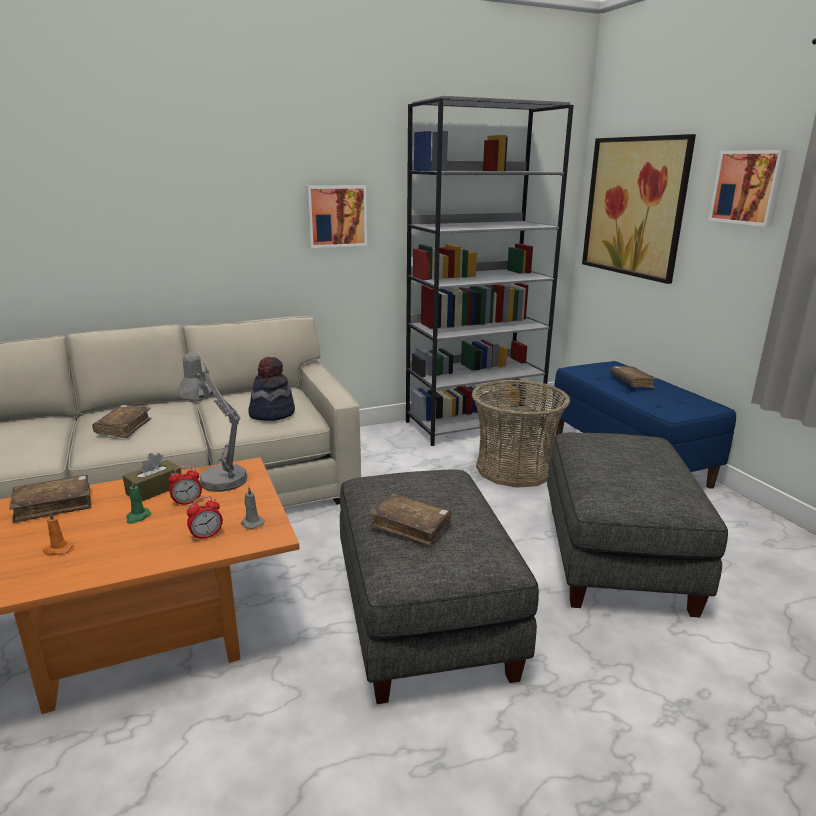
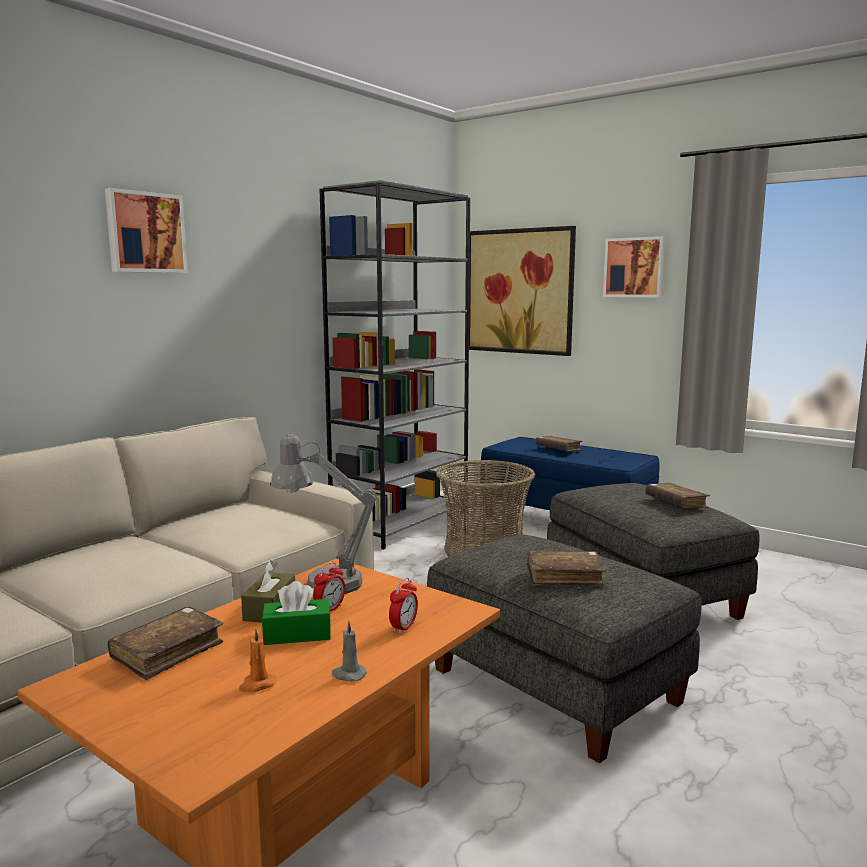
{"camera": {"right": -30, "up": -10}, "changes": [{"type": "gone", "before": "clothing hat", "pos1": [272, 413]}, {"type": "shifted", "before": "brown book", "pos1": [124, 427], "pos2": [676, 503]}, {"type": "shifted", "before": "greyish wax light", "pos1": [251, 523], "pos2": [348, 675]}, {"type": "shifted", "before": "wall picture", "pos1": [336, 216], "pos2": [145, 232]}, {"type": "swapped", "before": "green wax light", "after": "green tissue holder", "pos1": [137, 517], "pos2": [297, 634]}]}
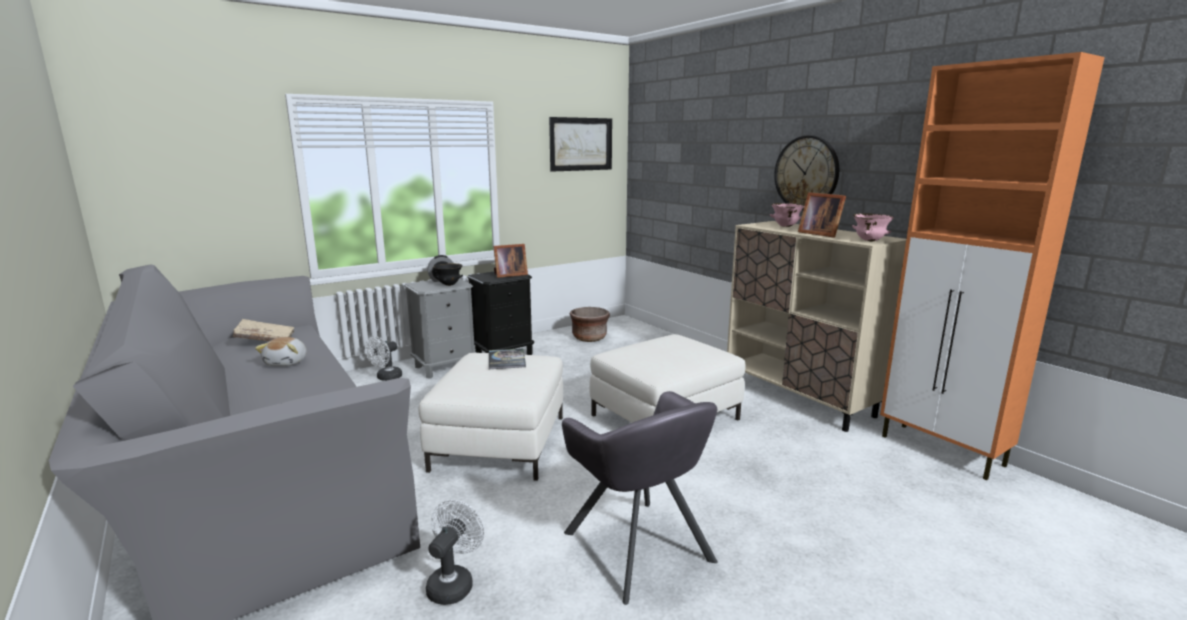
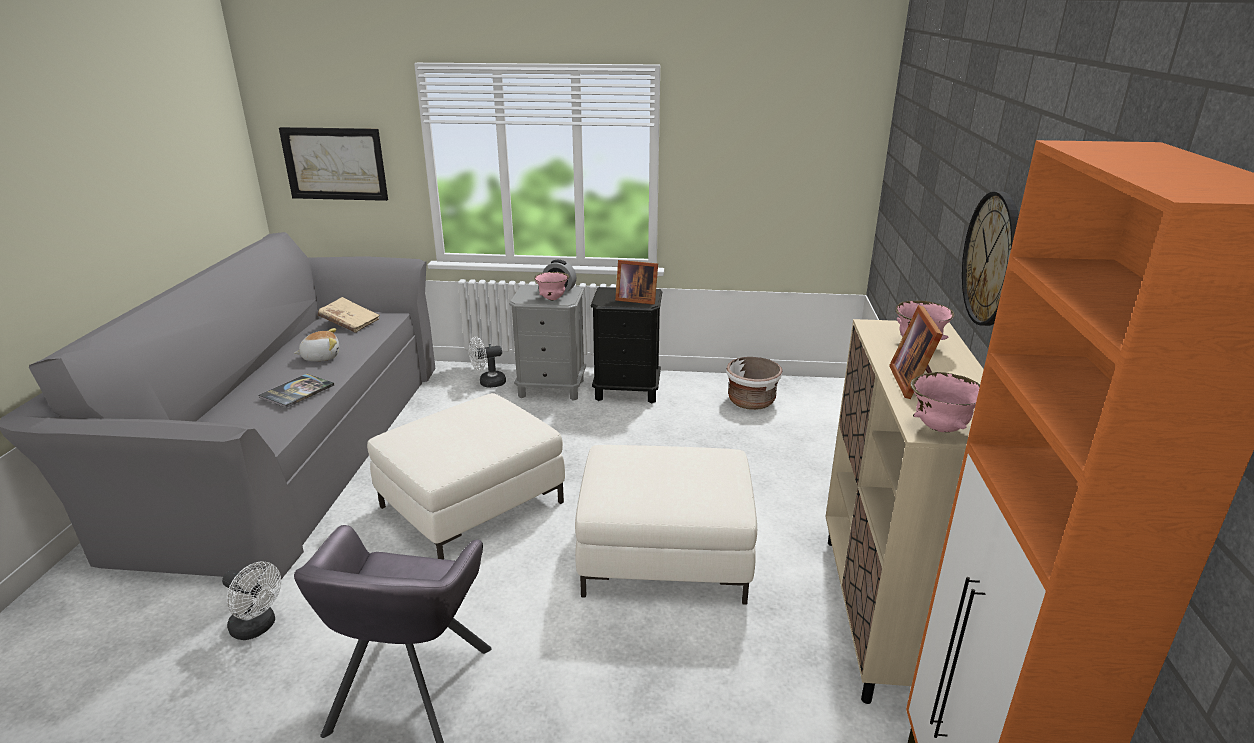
{"camera": {"right": 40, "up": 10}, "changes": [{"type": "shifted", "before": "book", "pos1": [506, 360], "pos2": [297, 391]}, {"type": "shifted", "before": "wall picture", "pos1": [581, 144], "pos2": [335, 163]}, {"type": "repainted", "before": "blackish deep dish", "after": "pink deep dish", "pos1": [449, 285], "pos2": [552, 299]}, {"type": "repainted", "before": "brown plant pot", "after": "whitish plant pot", "pos1": [589, 338], "pos2": [751, 401]}, {"type": "rotated", "before": "plush toy", "pos1": [287, 362], "pos2": [321, 357], "turn": -150}, {"type": "rotated", "before": "whitish electric fan", "pos1": [453, 583], "pos2": [258, 627], "turn": 60}]}
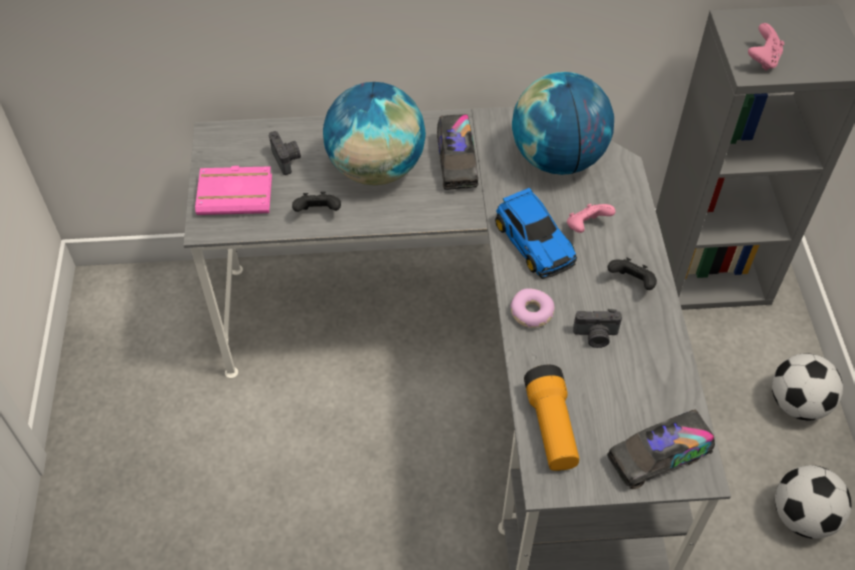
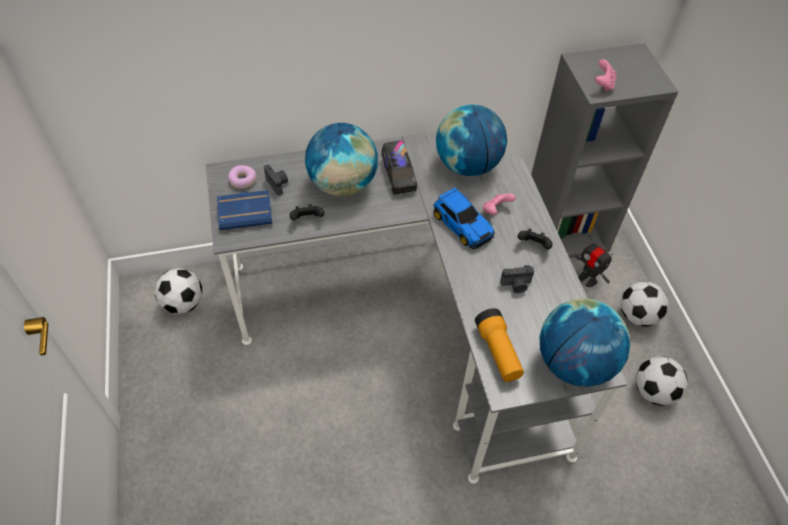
{"camera": {"right": -10, "up": 0}, "changes": [{"type": "new", "after": "football", "pos2": [183, 303]}, {"type": "new", "after": "robot figure", "pos2": [587, 279]}, {"type": "shifted", "before": "ring doughnut", "pos1": [531, 313], "pos2": [242, 180]}, {"type": "swapped", "before": "toy truck", "after": "world globe", "pos1": [658, 457], "pos2": [574, 363]}, {"type": "repainted", "before": "pink book", "after": "blue-coloured book", "pos1": [237, 194], "pos2": [246, 212]}]}
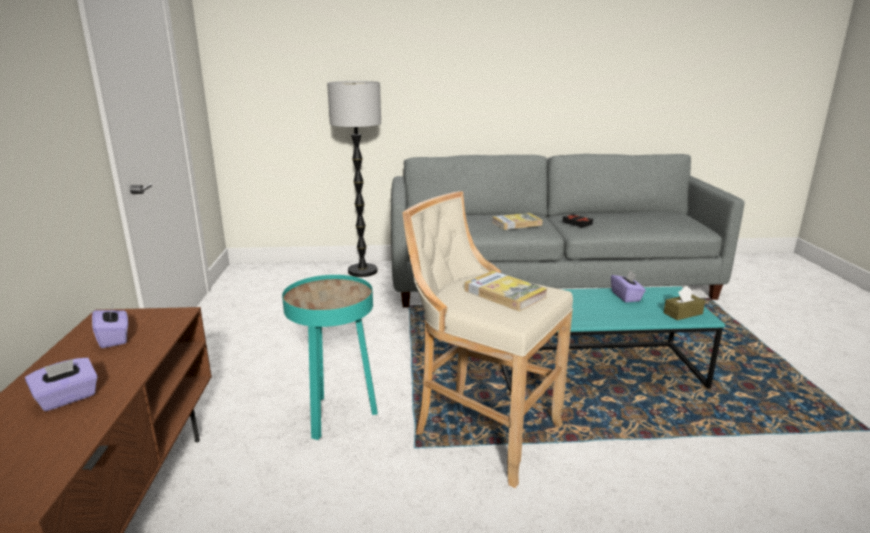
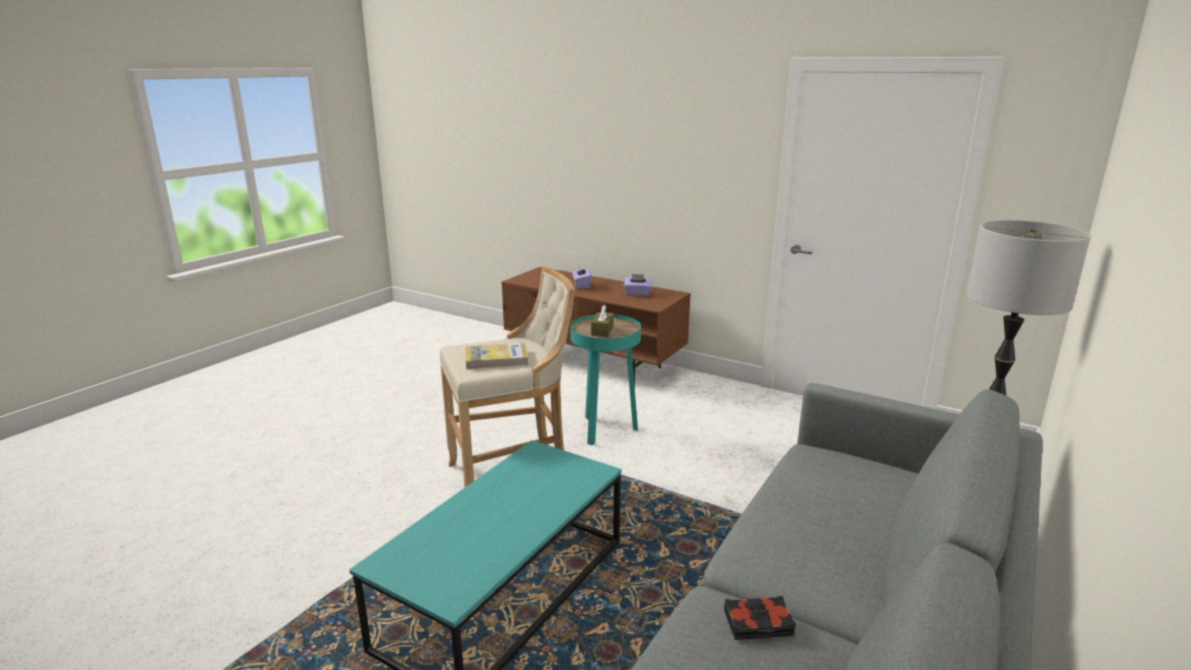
{"camera": {"right": 125, "up": 0}, "changes": [{"type": "gone", "before": "book", "pos1": [516, 223]}, {"type": "gone", "before": "purple tissue holder", "pos1": [626, 296]}, {"type": "shifted", "before": "brown tissue holder", "pos1": [683, 313], "pos2": [602, 330]}]}
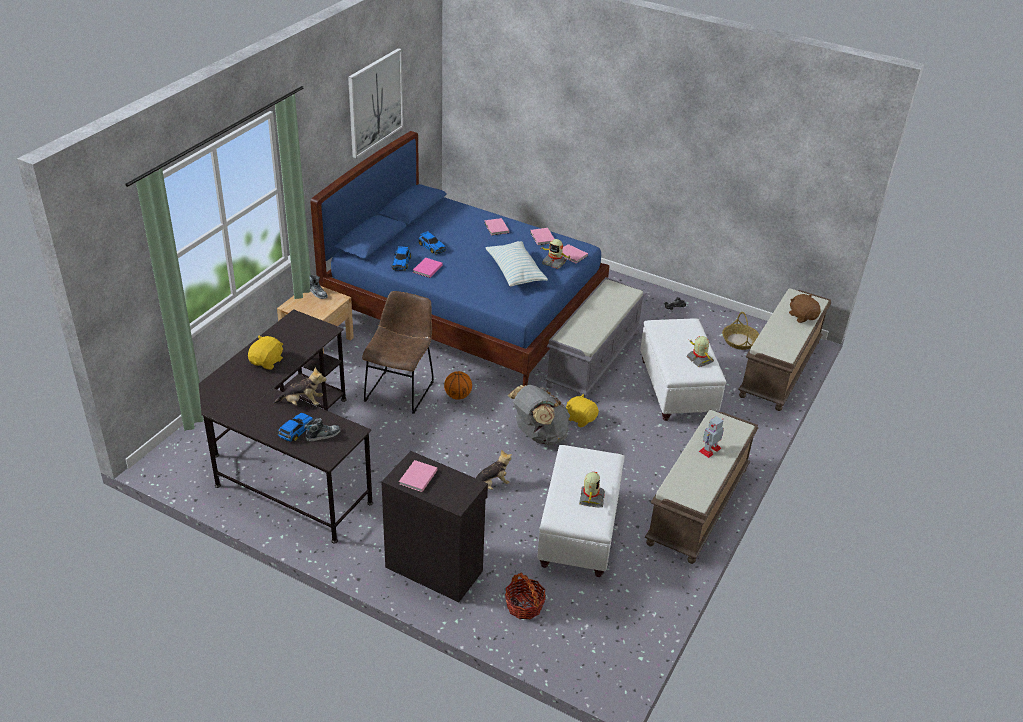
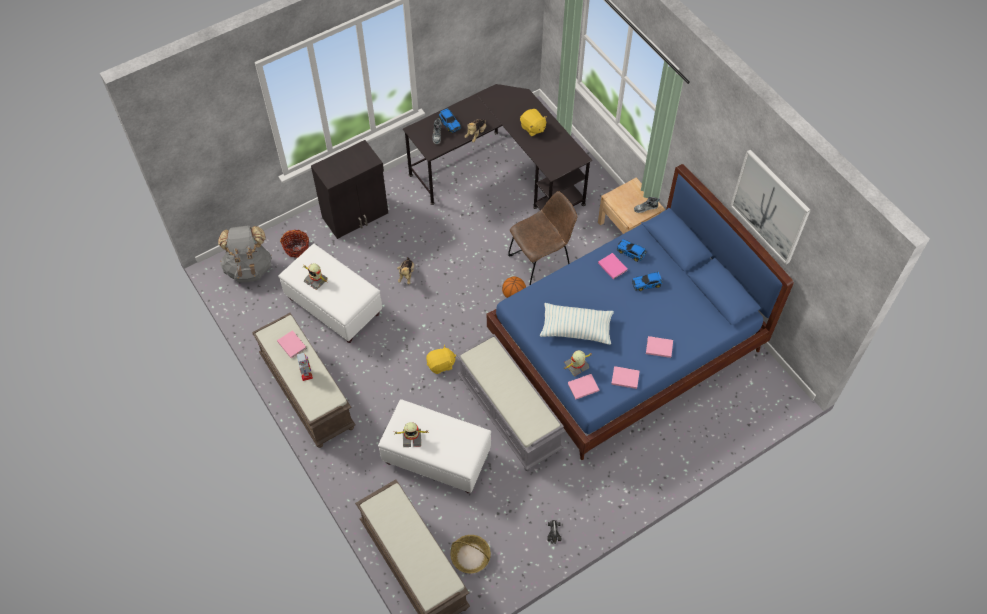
{"camera": {"right": 120, "up": 20}, "changes": [{"type": "gone", "before": "brown plush toy", "pos1": [802, 316]}, {"type": "shifted", "before": "pink book", "pos1": [417, 478], "pos2": [292, 344]}, {"type": "shifted", "before": "greyish backpack", "pos1": [538, 435], "pos2": [249, 268]}, {"type": "rotated", "before": "brown upright chair", "pos1": [401, 389], "pos2": [541, 261], "turn": -75}]}
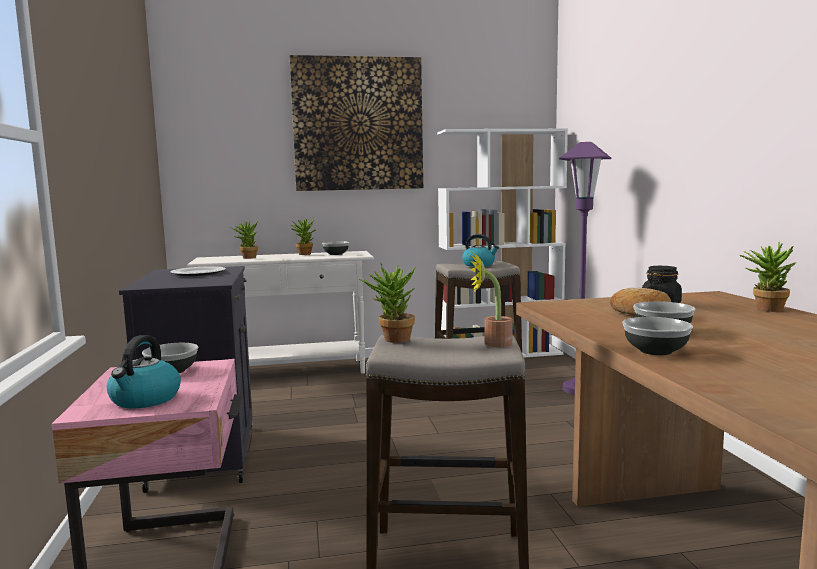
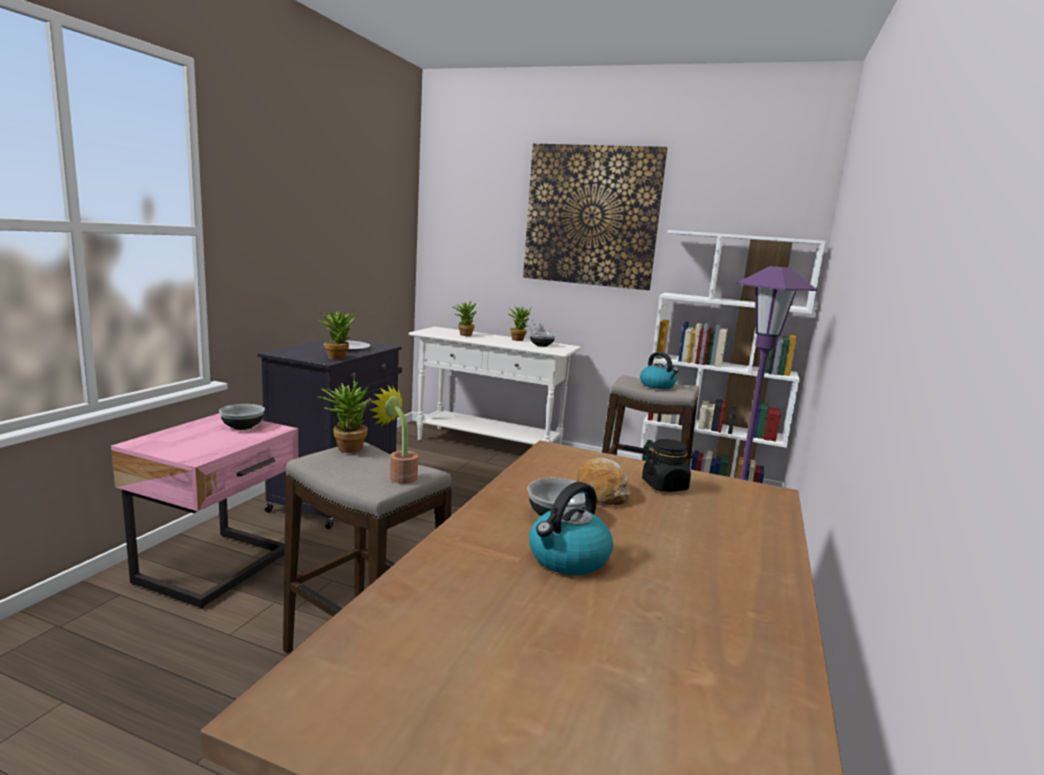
{"camera": {"right": 30, "up": 5}, "changes": [{"type": "gone", "before": "deep dish", "pos1": [655, 351]}, {"type": "shifted", "before": "water kettle", "pos1": [145, 399], "pos2": [568, 559]}, {"type": "shifted", "before": "plant in a pot", "pos1": [765, 308], "pos2": [338, 357]}]}
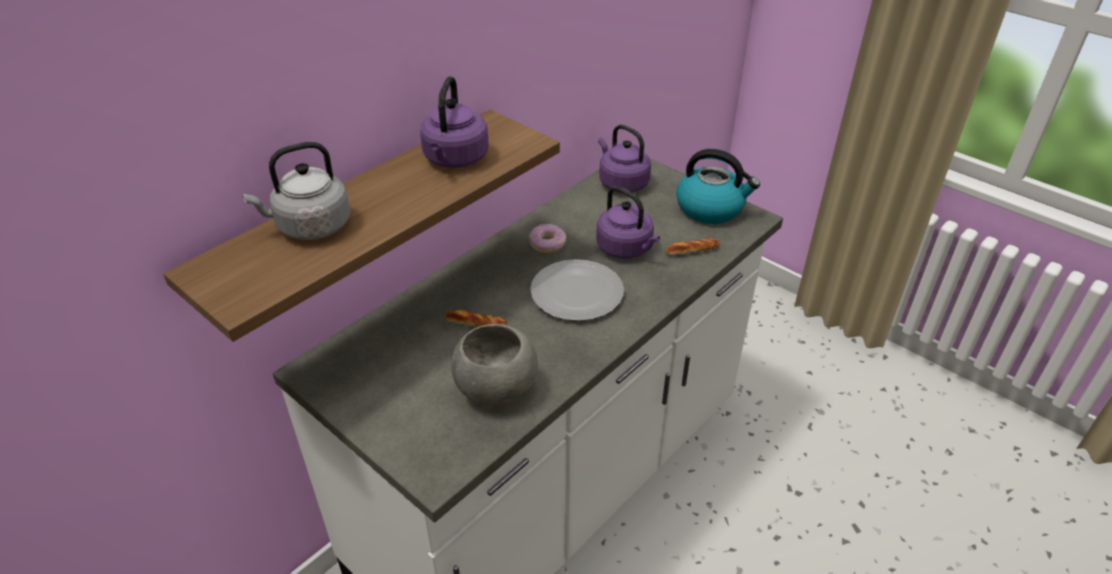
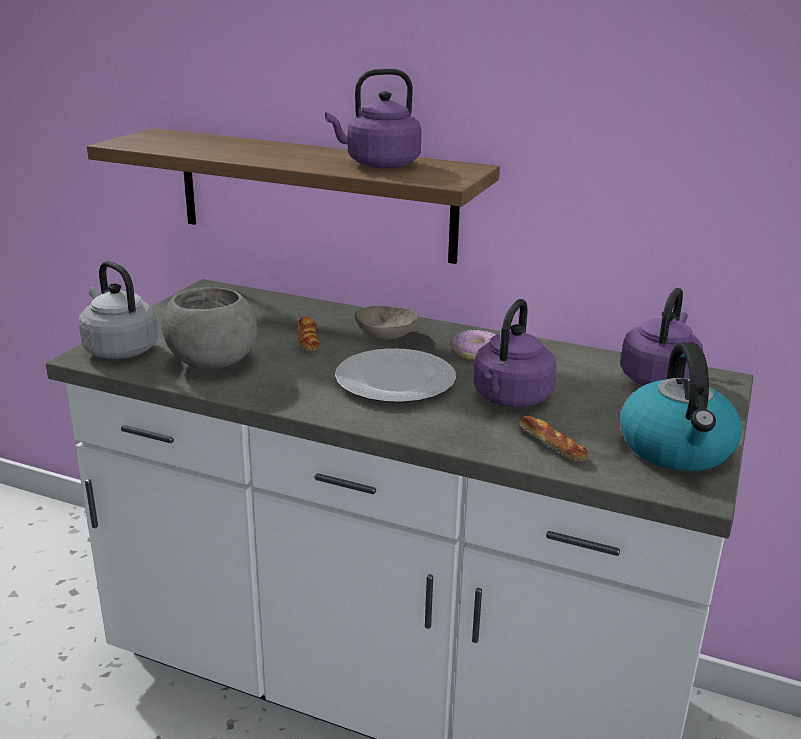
{"camera": {"right": 70, "up": -15}, "changes": [{"type": "new", "after": "sand-coloured deep dish", "pos2": [384, 335]}, {"type": "shifted", "before": "greyish water kettle", "pos1": [310, 227], "pos2": [119, 349]}]}
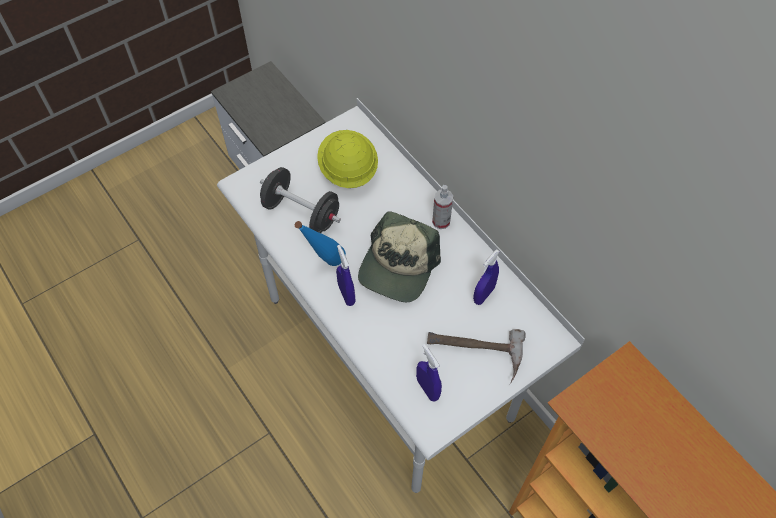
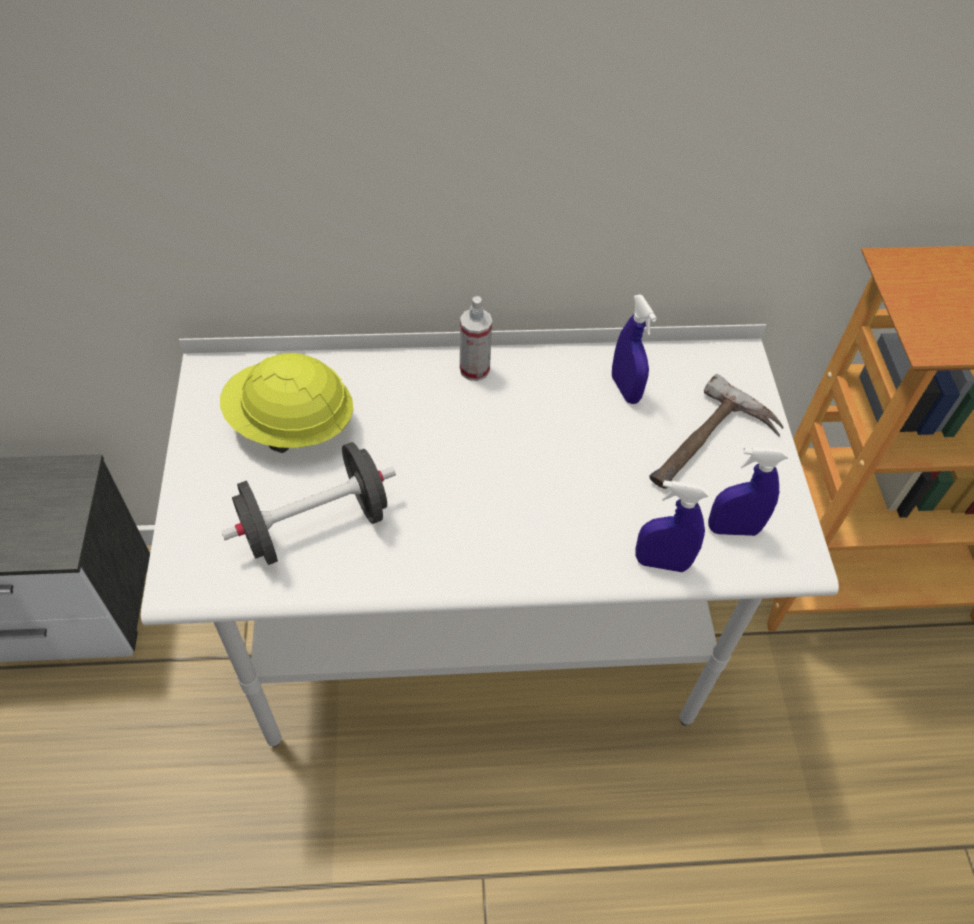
{"camera": {"right": -60, "up": -5}, "changes": [{"type": "gone", "before": "blue-coloured drink bottle", "pos1": [324, 264]}, {"type": "gone", "before": "cap", "pos1": [398, 266]}, {"type": "shifted", "before": "blue-coloured spray bottle", "pos1": [346, 294], "pos2": [661, 563]}]}
